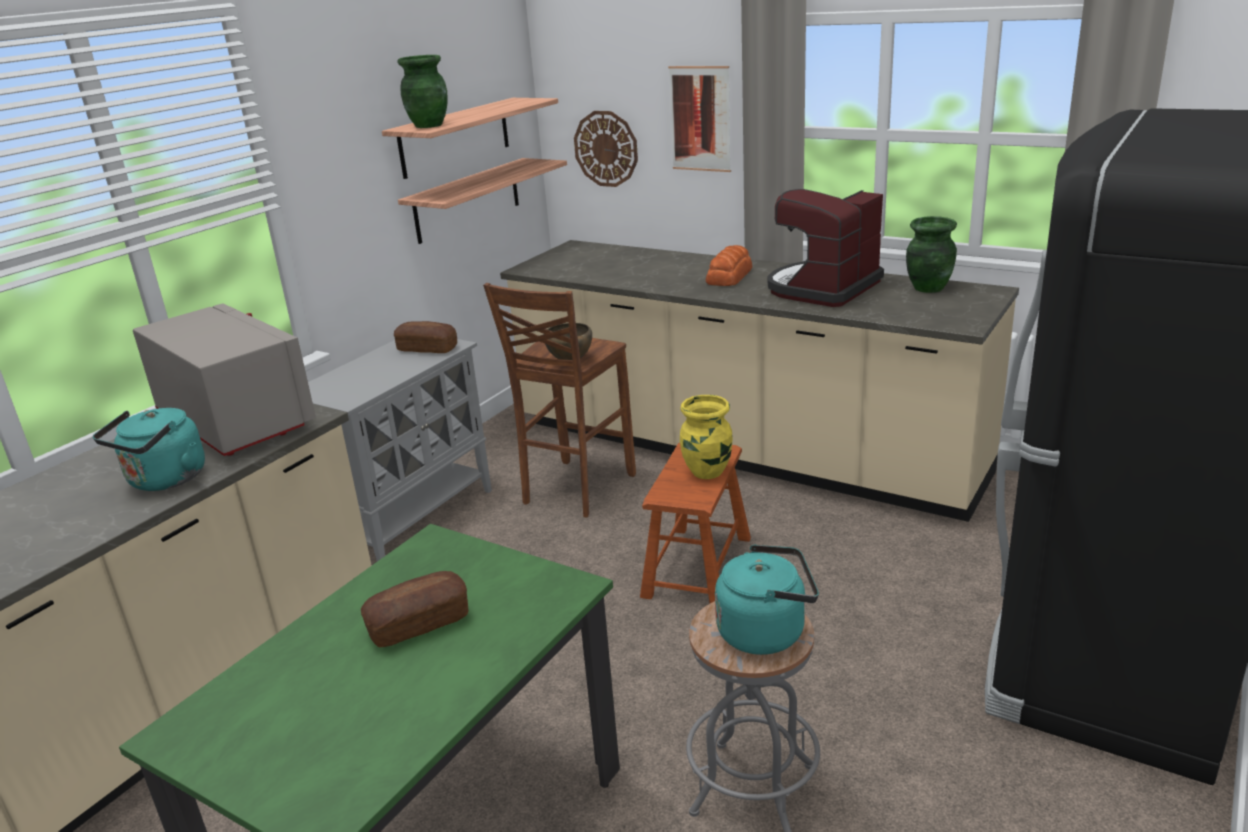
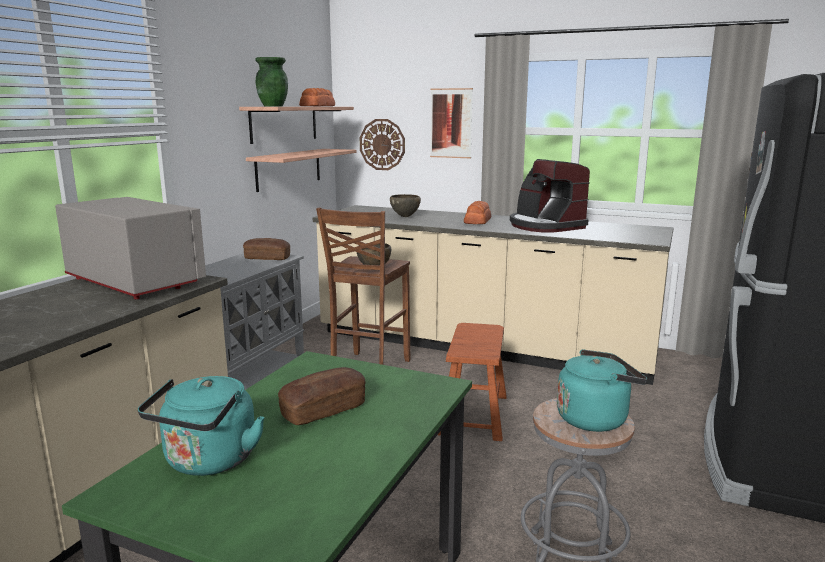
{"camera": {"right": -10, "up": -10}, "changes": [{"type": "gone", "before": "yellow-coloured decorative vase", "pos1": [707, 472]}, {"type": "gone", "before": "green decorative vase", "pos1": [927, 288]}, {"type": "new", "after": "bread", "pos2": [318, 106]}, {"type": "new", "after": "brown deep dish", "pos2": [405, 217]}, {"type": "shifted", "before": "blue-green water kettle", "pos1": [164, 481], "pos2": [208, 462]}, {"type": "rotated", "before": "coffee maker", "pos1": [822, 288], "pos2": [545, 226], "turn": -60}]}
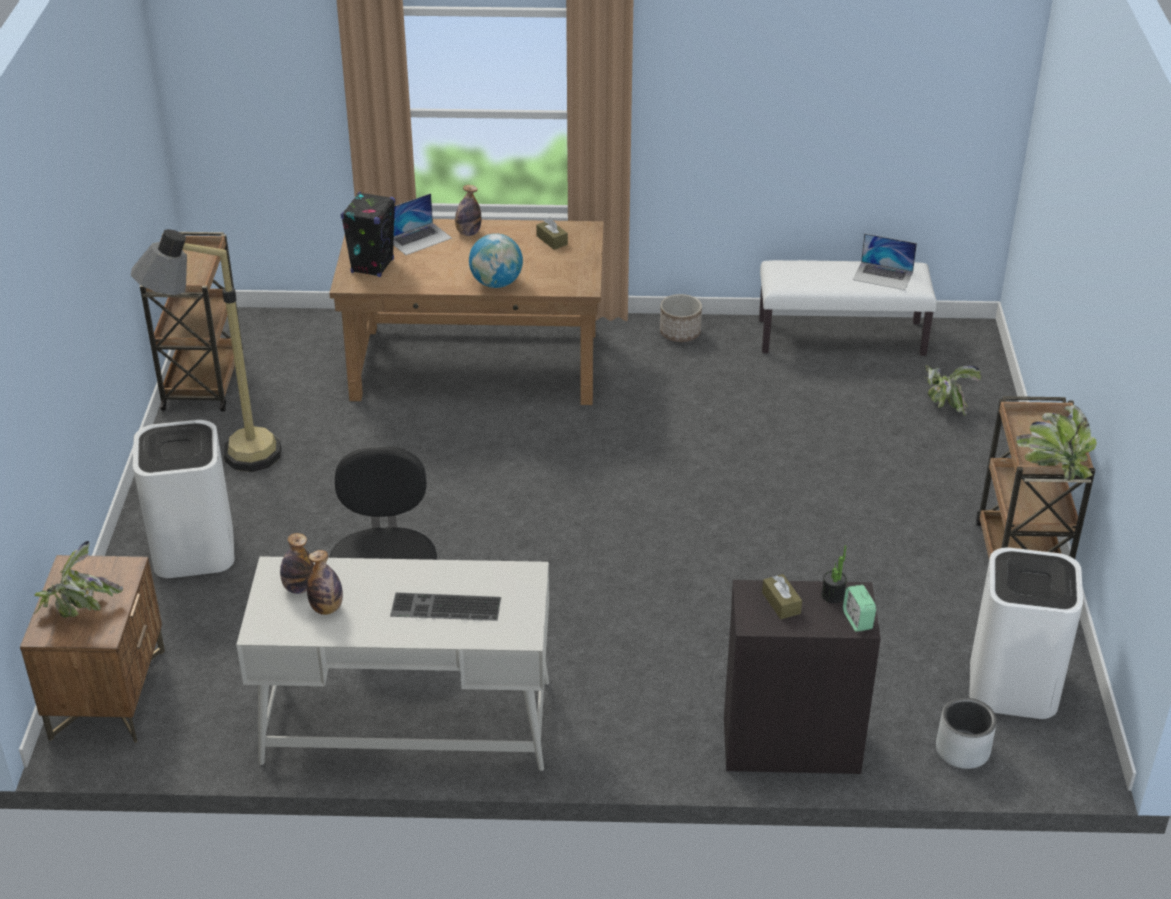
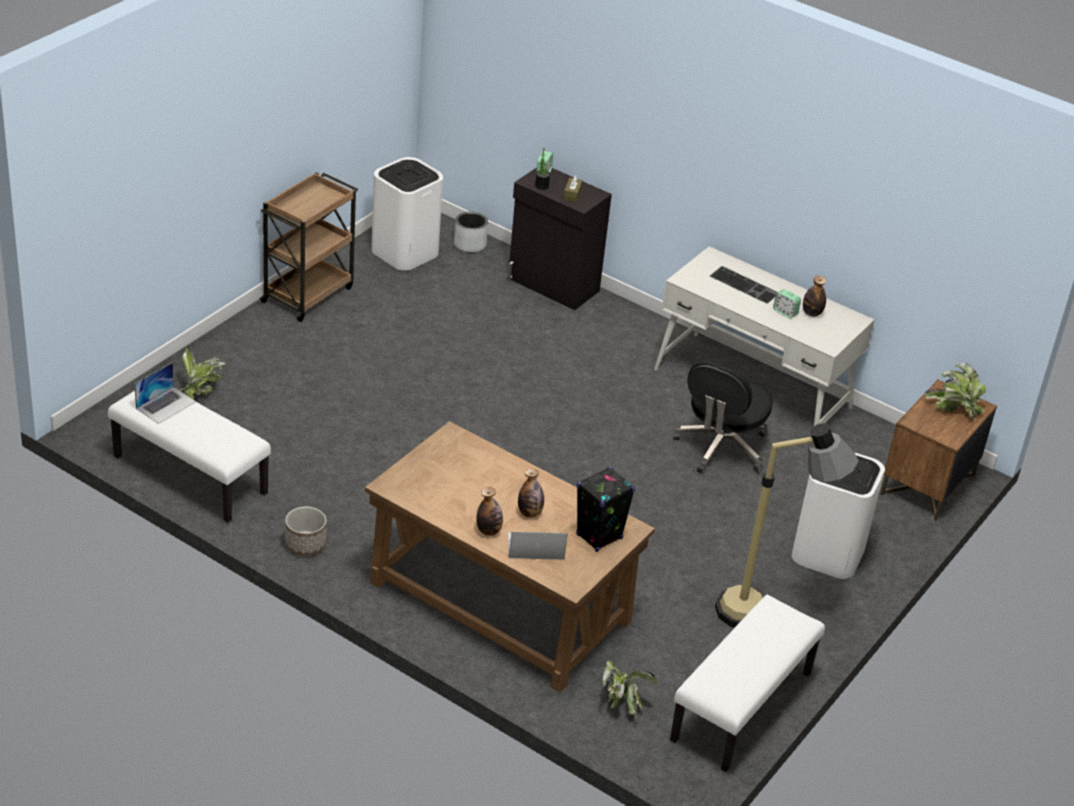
{"camera": {"right": -150, "up": 0}, "changes": [{"type": "gone", "before": "world globe", "pos1": [496, 283]}, {"type": "gone", "before": "brown tissue holder", "pos1": [552, 240]}, {"type": "new", "after": "alarm clock", "pos2": [785, 312]}, {"type": "shifted", "before": "drink bottle", "pos1": [299, 588], "pos2": [530, 513]}, {"type": "shifted", "before": "plant in a pot", "pos1": [1053, 466], "pos2": [621, 702]}, {"type": "swapped", "before": "brown wheeled cart", "after": "whitish indoor bench", "pos1": [203, 380], "pos2": [742, 708]}, {"type": "rotated", "before": "laptop", "pos1": [883, 275], "pos2": [166, 405], "turn": 75}]}
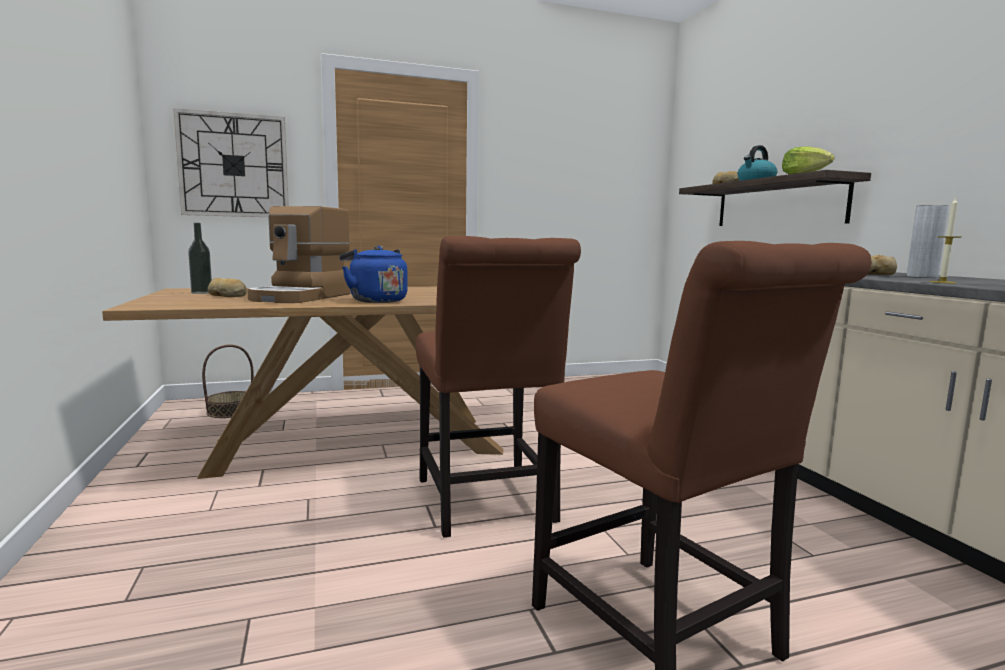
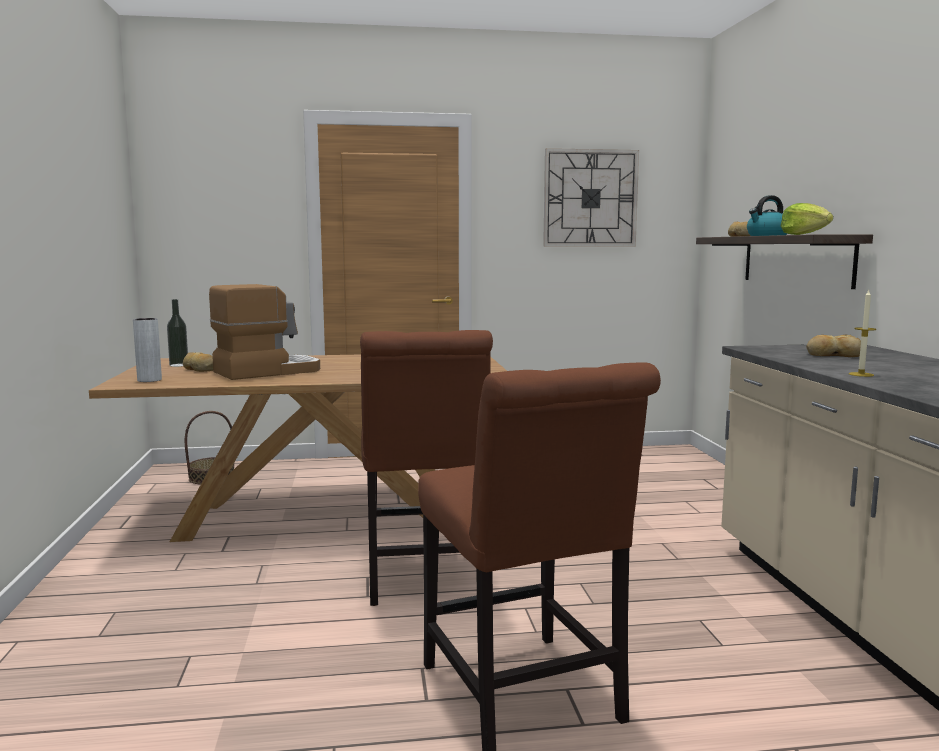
{"camera": {"right": 10, "up": 0}, "changes": [{"type": "gone", "before": "blue-coloured water kettle", "pos1": [375, 301]}, {"type": "shifted", "before": "hanging clock", "pos1": [234, 165], "pos2": [590, 198]}, {"type": "shifted", "before": "greyish decorative vase", "pos1": [922, 277], "pos2": [149, 380]}, {"type": "rotated", "before": "coffee maker", "pos1": [302, 297], "pos2": [267, 371], "turn": -150}]}
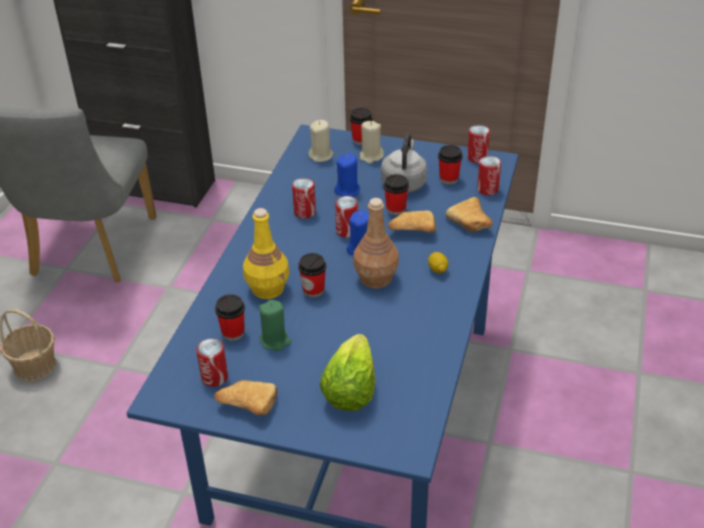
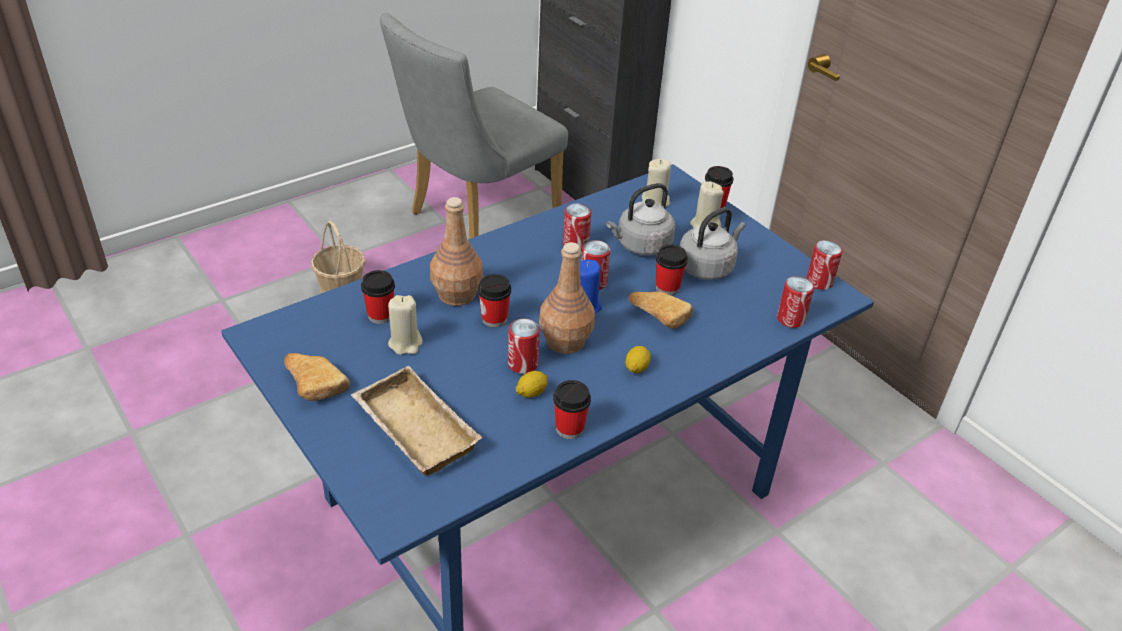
{"camera": {"right": 35, "up": 0}, "changes": [{"type": "gone", "before": "bread", "pos1": [471, 224]}, {"type": "new", "after": "whole lemon", "pos2": [532, 392]}, {"type": "shifted", "before": "metal can", "pos1": [214, 377], "pos2": [523, 364]}, {"type": "shifted", "before": "small cup", "pos1": [448, 179], "pos2": [569, 428]}, {"type": "swapped", "before": "lettuce", "after": "sand-coloured tray", "pos1": [350, 391], "pos2": [411, 429]}, {"type": "swapped", "before": "blue-coloured wax light", "after": "greyish water kettle", "pos1": [347, 190], "pos2": [641, 246]}, {"type": "repainted", "before": "yellow-coloured drink bottle", "after": "brown drink bottle", "pos1": [268, 288], "pos2": [457, 294]}, {"type": "repainted", "before": "green wax light", "after": "sand-coloured wax light", "pos1": [275, 341], "pos2": [405, 343]}]}
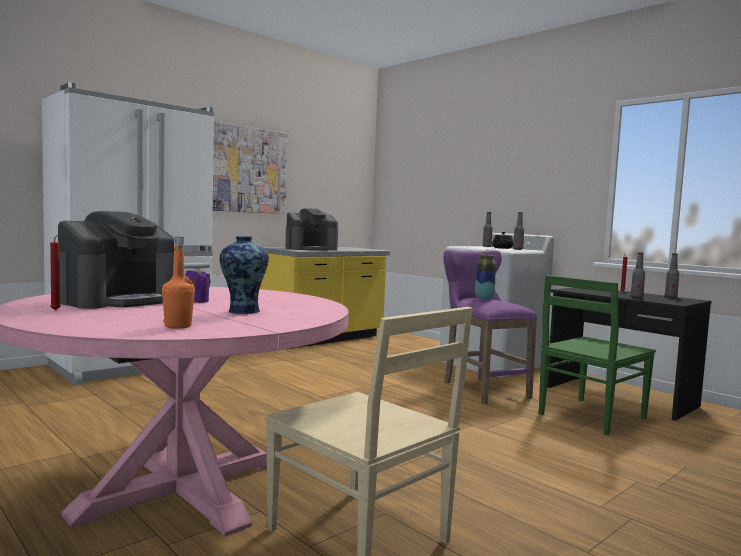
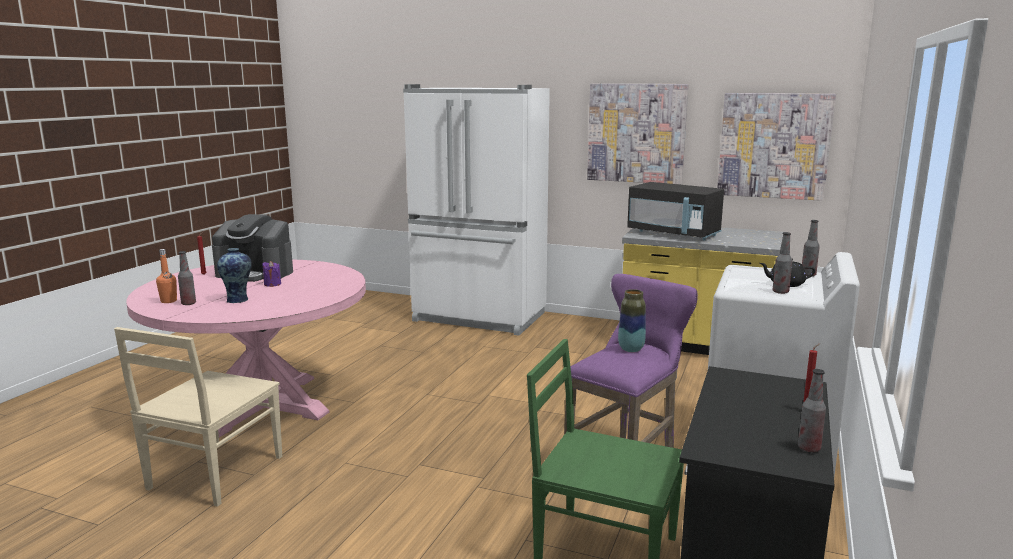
{"camera": {"right": 65, "up": 10}, "changes": [{"type": "new", "after": "wall picture", "pos2": [774, 146]}, {"type": "shifted", "before": "drink bottle", "pos1": [636, 297], "pos2": [188, 303]}, {"type": "swapped", "before": "coffee maker", "after": "blackish microwave", "pos1": [311, 249], "pos2": [673, 234]}]}
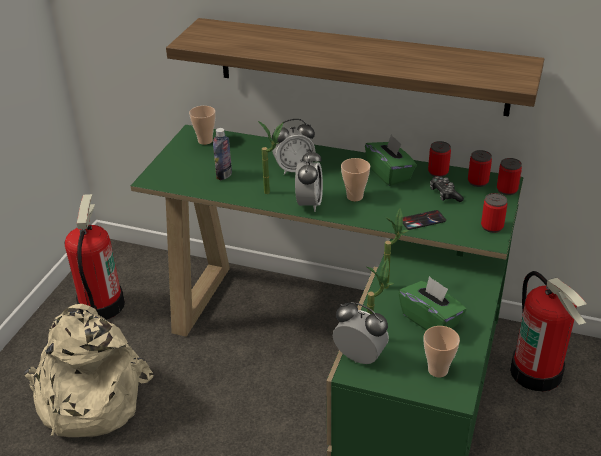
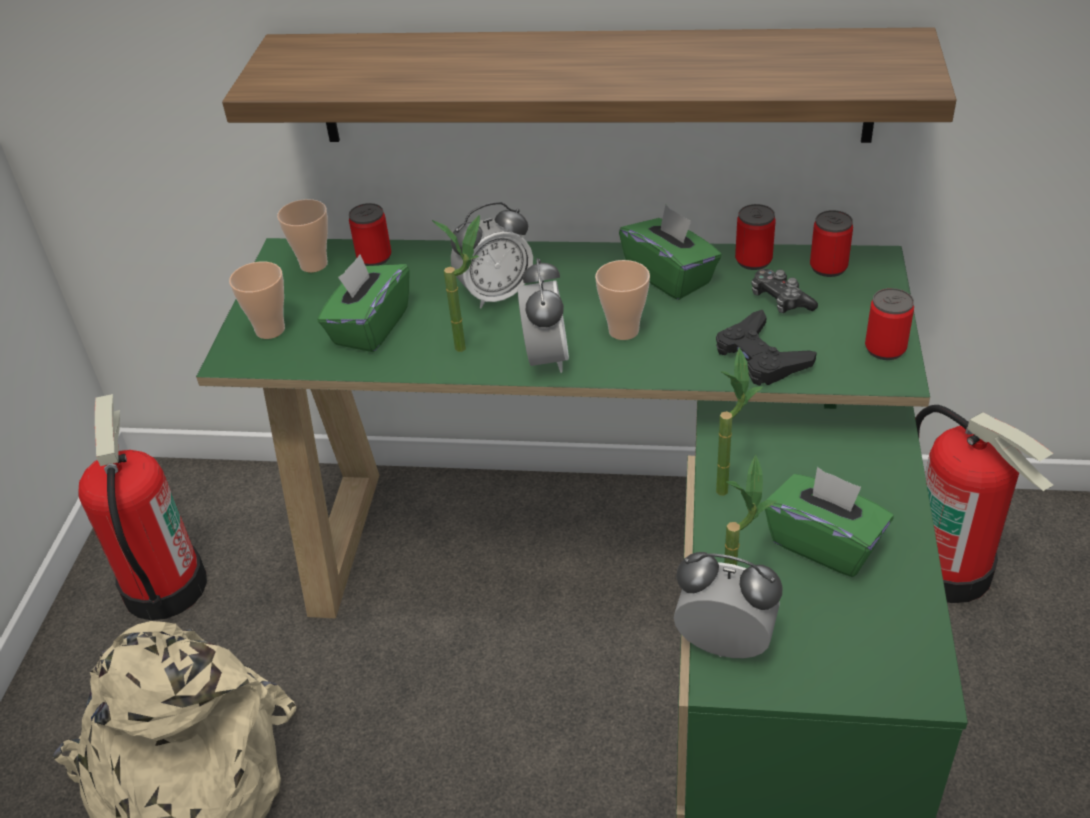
{"camera": {"right": -10, "up": 5}, "changes": [{"type": "shifted", "before": "small cup", "pos1": [438, 370], "pos2": [270, 330]}, {"type": "shifted", "before": "metal can", "pos1": [507, 190], "pos2": [374, 257]}, {"type": "swapped", "before": "drink bottle", "after": "green tissue holder", "pos1": [224, 175], "pos2": [370, 327]}, {"type": "swapped", "before": "handset", "after": "blackish game controller", "pos1": [423, 220], "pos2": [760, 357]}]}
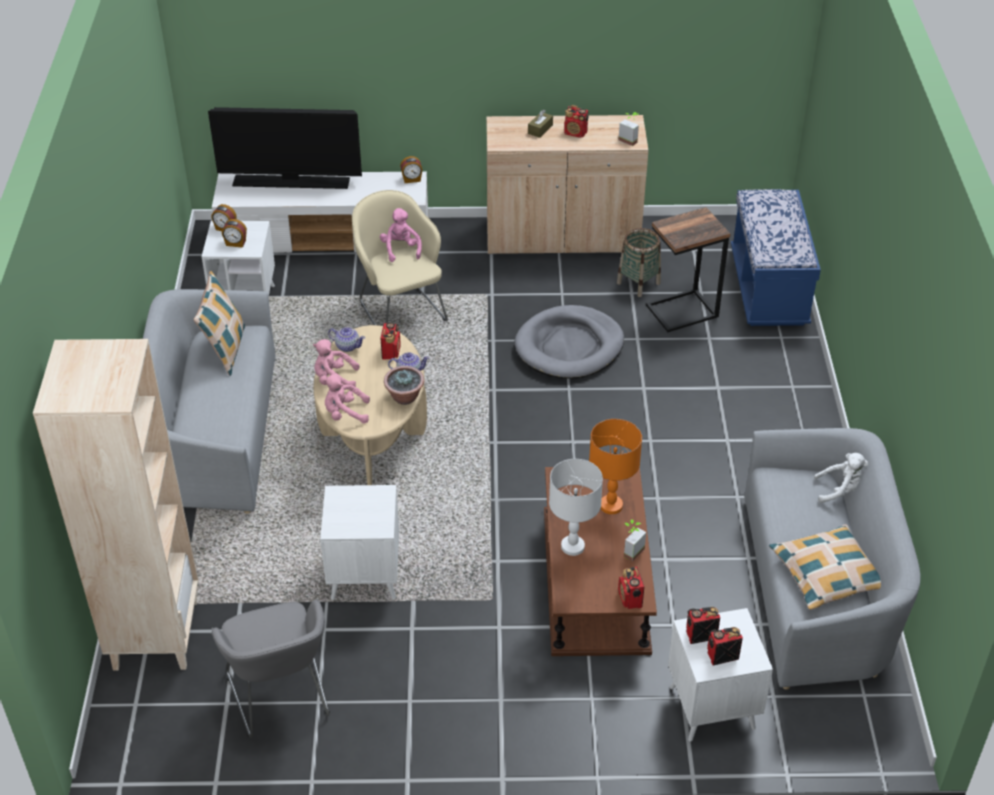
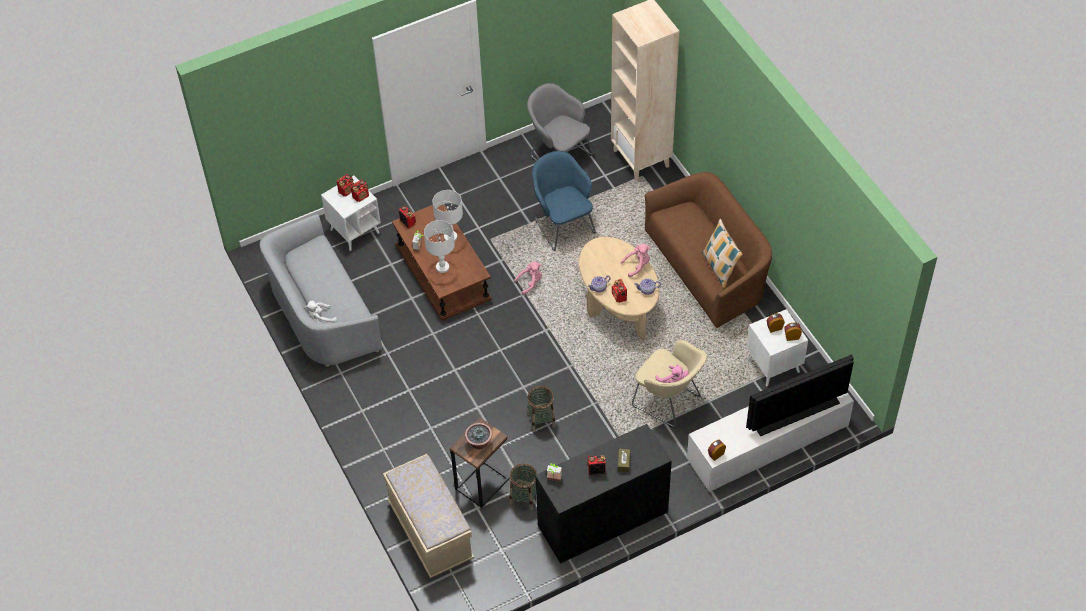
{"camera": {"right": 155, "up": 10}, "changes": [{"type": "gone", "before": "throw pillow", "pos1": [826, 574]}, {"type": "shifted", "before": "pink plush toy", "pos1": [345, 413], "pos2": [530, 283]}, {"type": "shifted", "before": "plant in a pot", "pos1": [405, 398], "pos2": [479, 443]}, {"type": "swapped", "before": "whitish accent table", "after": "blue-coloured armchair", "pos1": [364, 575], "pos2": [563, 225]}, {"type": "swapped", "before": "greyish dog bed", "after": "household basket", "pos1": [569, 346], "pos2": [541, 420]}, {"type": "repainted", "before": "greyish settee", "after": "brown settee", "pos1": [213, 434], "pos2": [708, 267]}, {"type": "repainted", "before": "sand-coloured cabinet", "after": "blackish cabinet", "pos1": [562, 237], "pos2": [602, 520]}, {"type": "repainted", "before": "orange-coloured table lamp", "after": "whitish table lamp", "pos1": [610, 506], "pos2": [442, 267]}, {"type": "repainted", "before": "blue-coloured indoor bench", "after": "sand-coloured indoor bench", "pos1": [768, 289], "pos2": [430, 532]}]}
